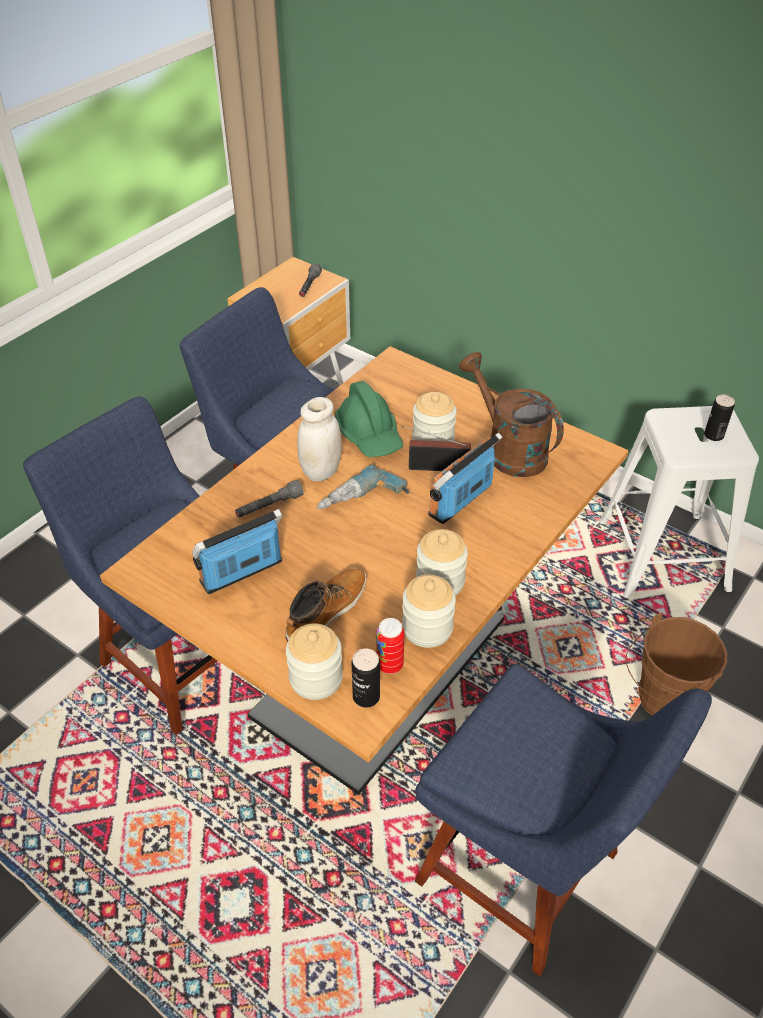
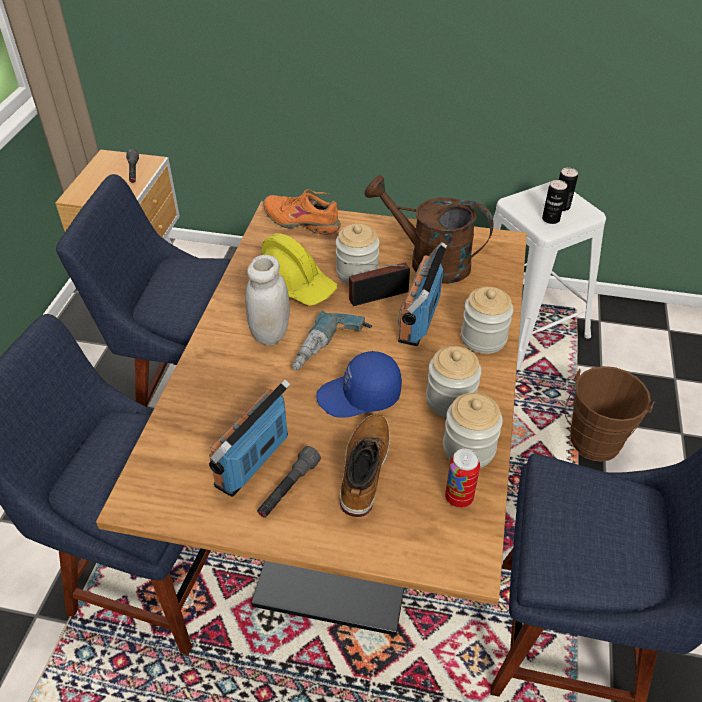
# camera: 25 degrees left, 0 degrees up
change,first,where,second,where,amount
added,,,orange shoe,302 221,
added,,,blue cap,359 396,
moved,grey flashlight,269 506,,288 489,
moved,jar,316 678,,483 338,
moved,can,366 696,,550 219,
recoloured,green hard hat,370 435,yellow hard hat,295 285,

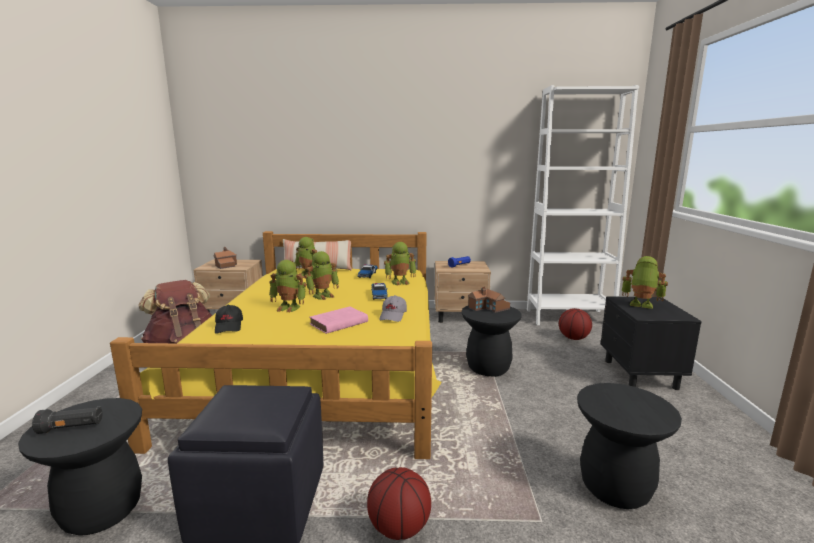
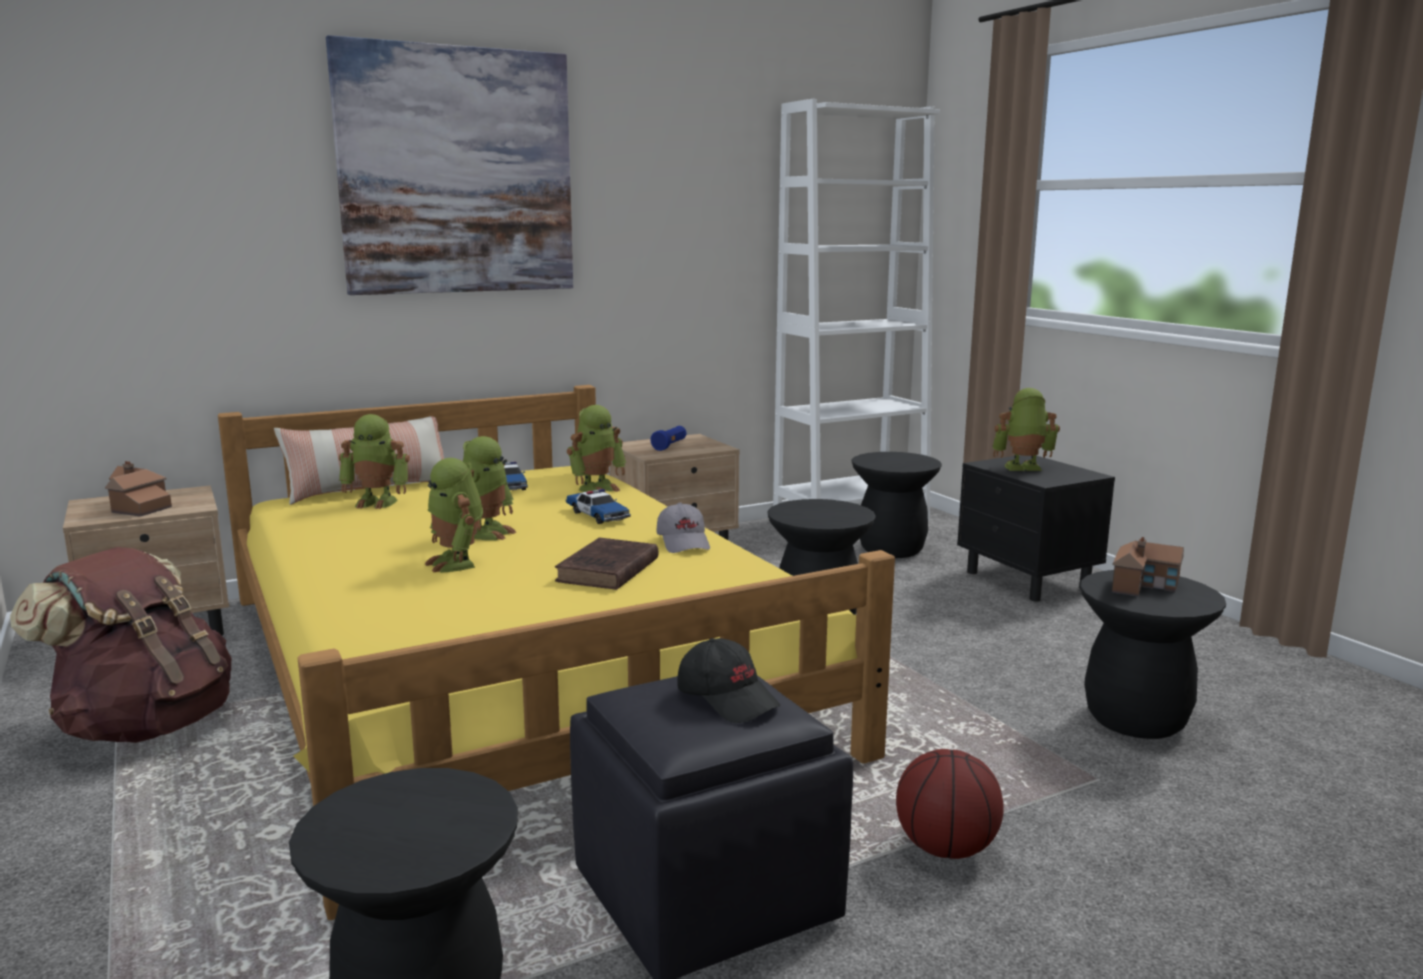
# camera: 30 degrees left, 0 degrees up
change,first,where,second,where,amount
removed,black flashlight,72 428,,,
added,,,picture,457 172,
moved,black cap,229 326,,728 699,
moved,toy house,488 308,,1144 584,
replaced,basketball,573 338,black stool,891 549,
recoloured,pink book,337 323,brown book,606 571,
turned,toy robot,289 307,,457 563,75 degrees clockwise

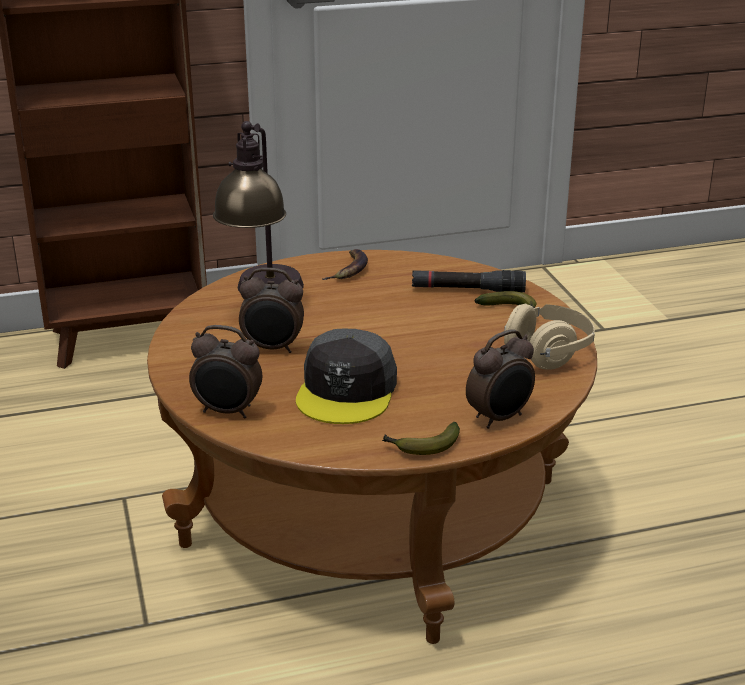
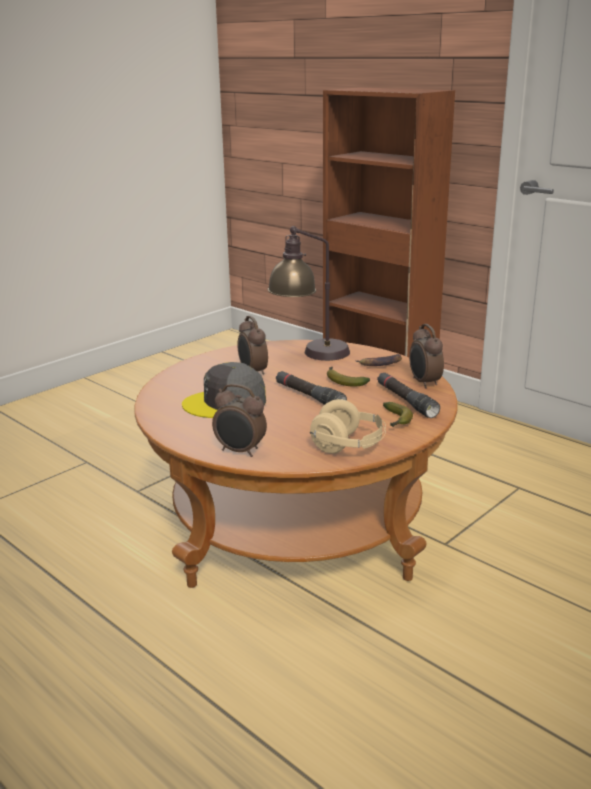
# camera: 60 degrees right, 5 degrees down
change,first,where,second,where,amount
added,,,black flashlight,309 396,
moved,alarm clock,228 412,,424 383,
moved,banana,422 446,,343 381,

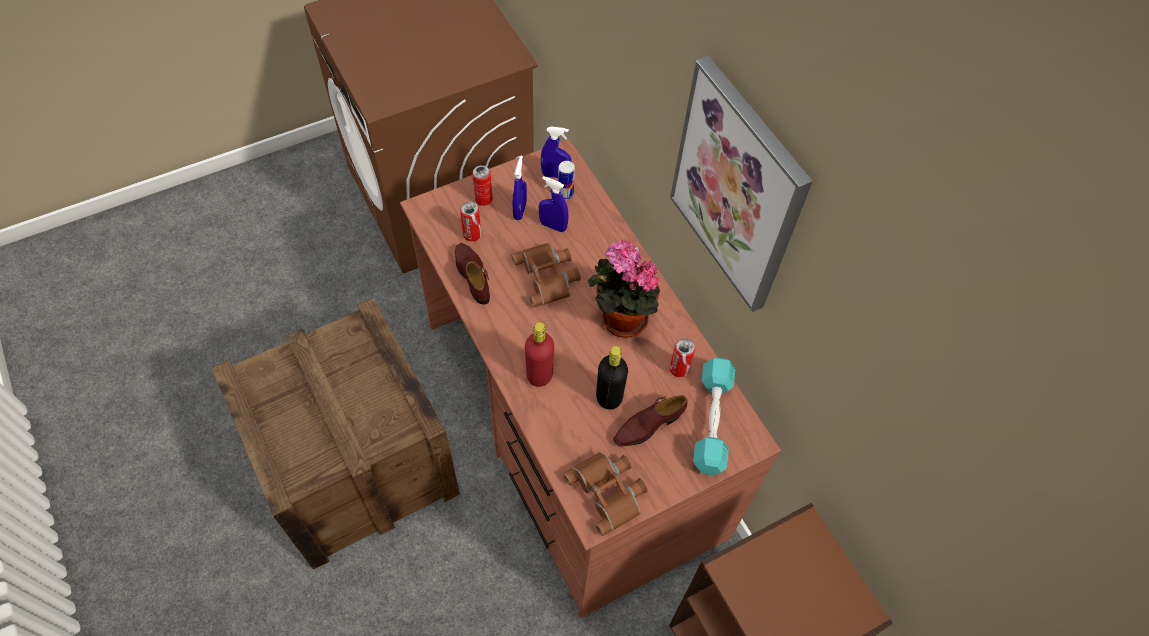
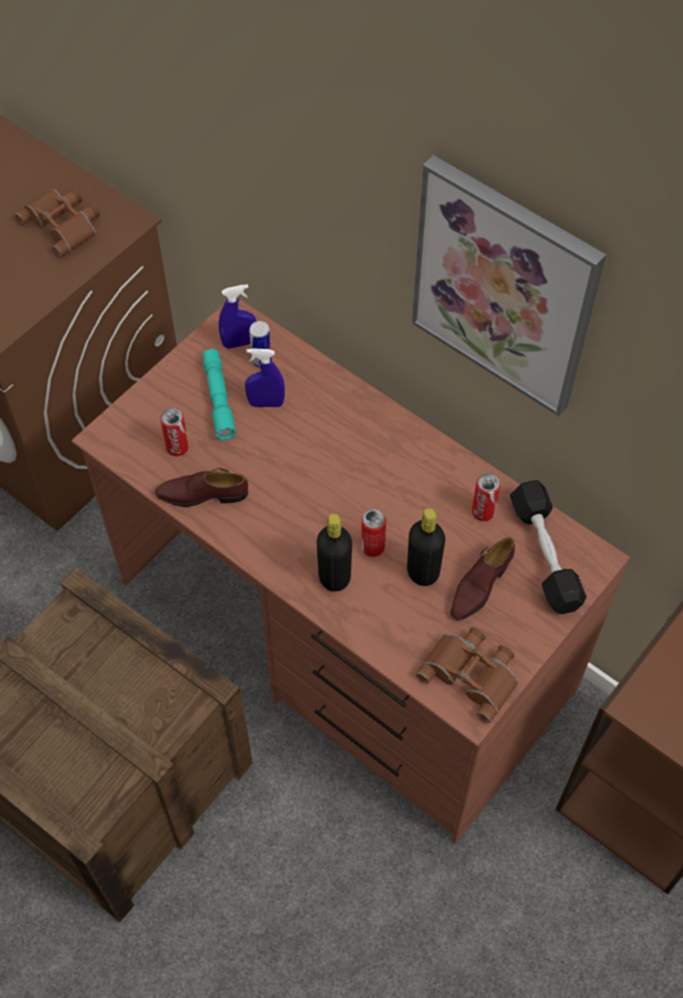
# camera: 20 degrees left, 0 degrees up
change,first,where,second,where,amount
removed,potted plant,620 319,,,
moved,can,483 199,,372 547,
moved,brown binoculars,548 276,,64 224,
replaced,blue spray bottle,520 210,turquoise flashlight,219 399,
recoloured,red bottle,539 375,black bottle,334 577,
recoloured,turquoise dumbbell,712 421,black dumbbell,545 554,
turned,brown shoe,473 276,,202 494,45 degrees counterclockwise

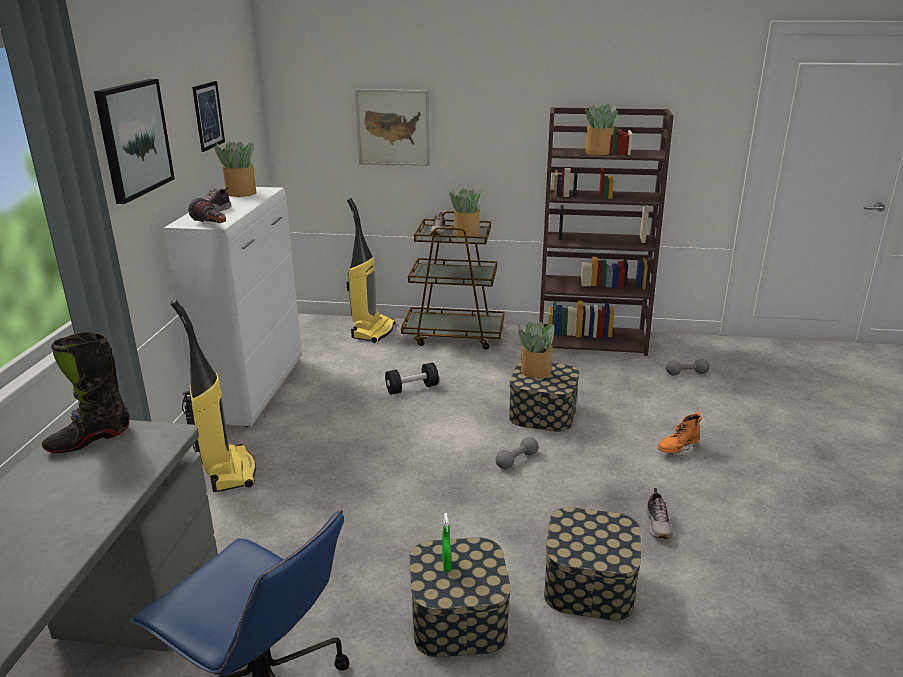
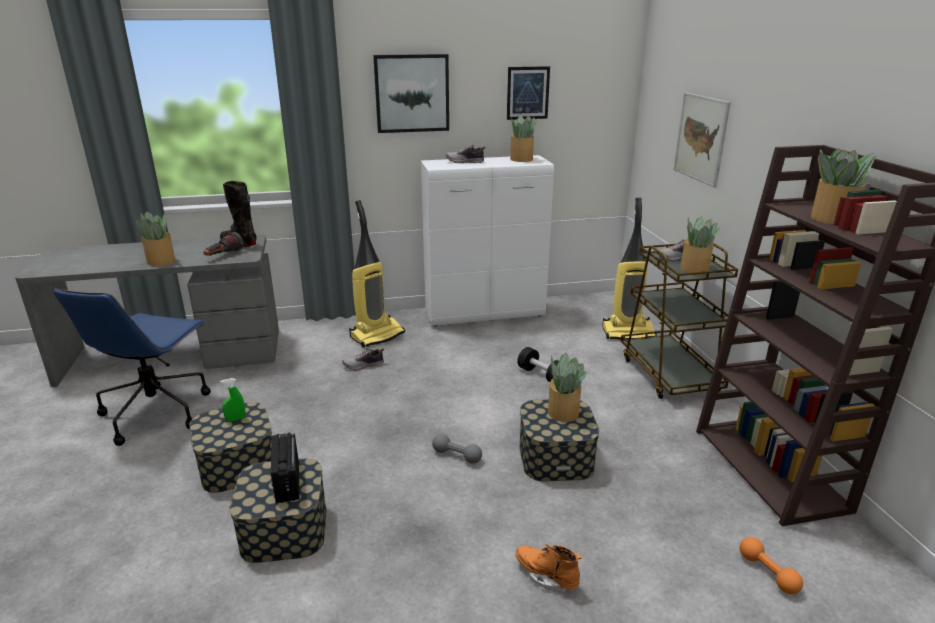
# camera: 70 degrees right, 0 degrees up
change,first,where,second,where,amount
added,,,potted plant,161 261,
added,,,radio,287 483,
moved,flashlight,212 226,,223 256,
moved,shoe,658 524,,364 365,
recoloured,grey dumbbell,686 373,orange dumbbell,767 573,

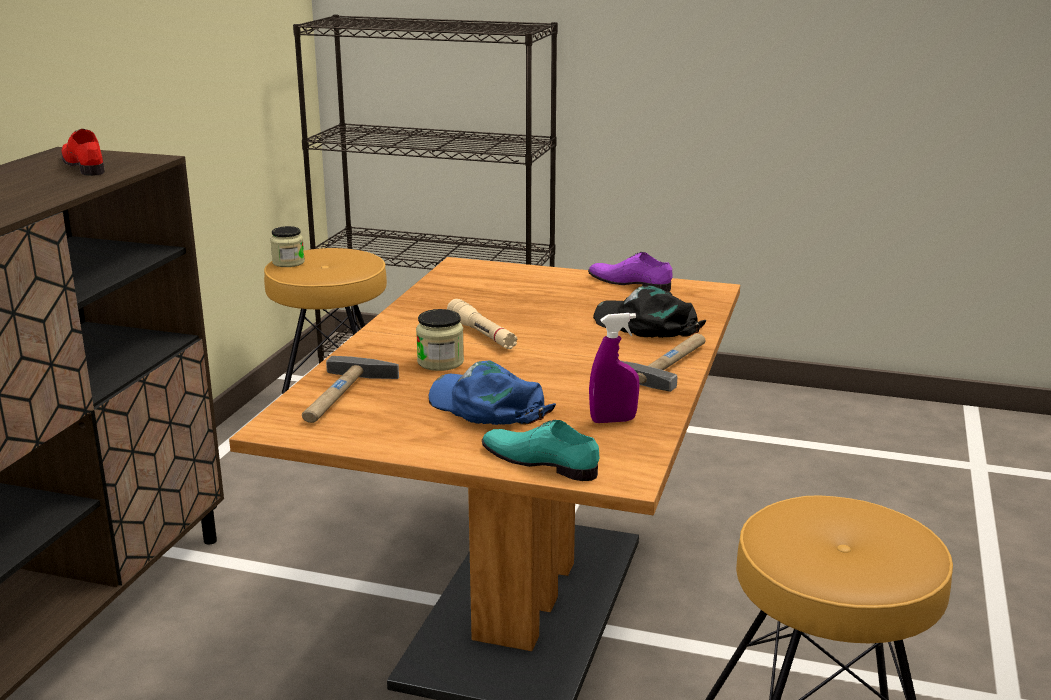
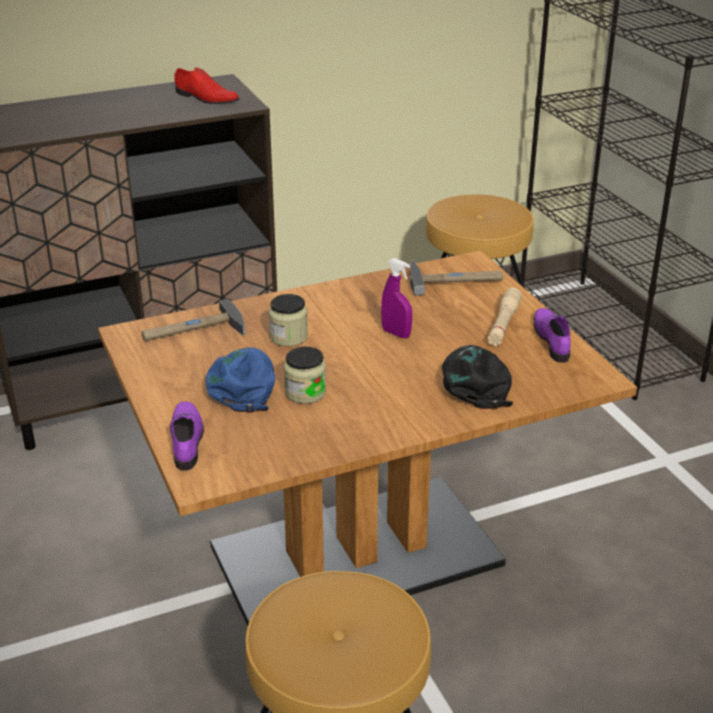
# camera: 50 degrees right, 10 degrees up
change,first,where,second,where,amount
moved,jar,288 262,,305 392,
moved,beige flashlight,482 334,,503 325,
moved,purple spray bottle,613 420,,396 333,
moved,hammer,666 363,,455 280,
recoloured,turquoise shoe,540 460,purple shoe,187 439,
turned,red shoe,85 164,,205 98,105 degrees clockwise

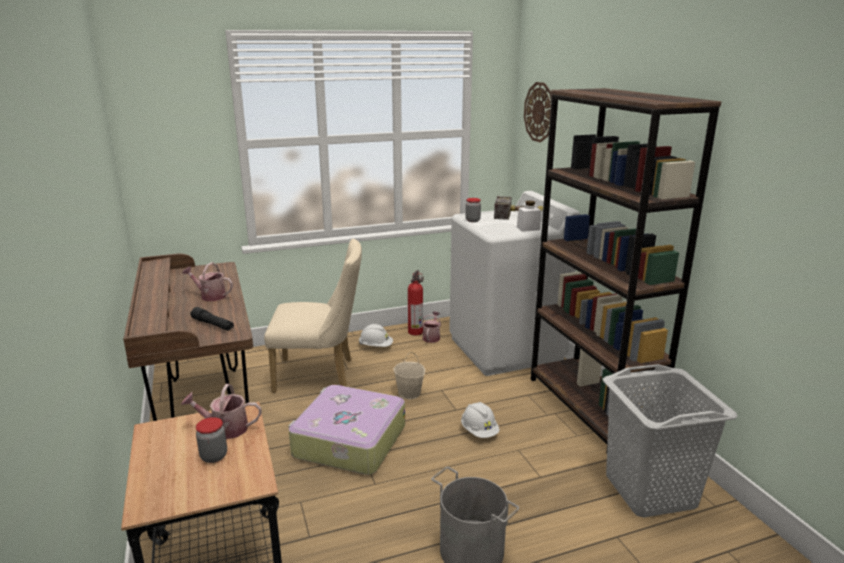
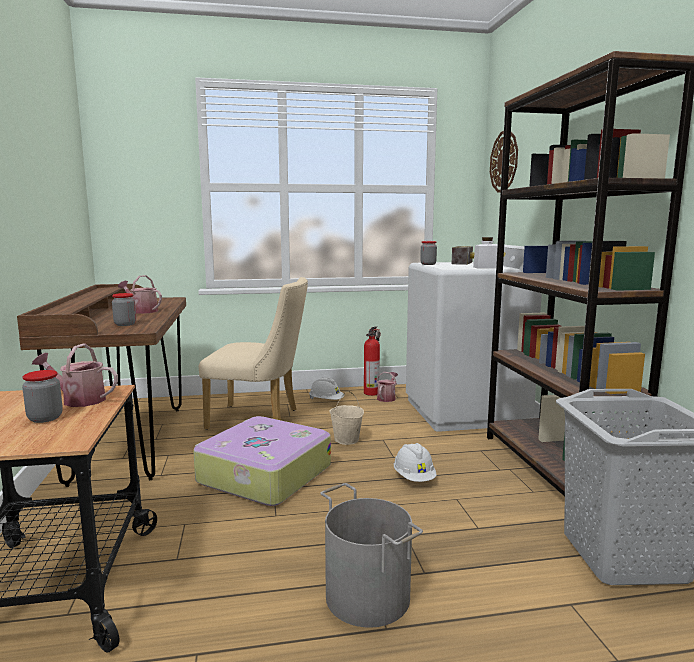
# camera: 10 degrees right, 10 degrees down
change,first,where,second,where,amount
replaced,black flashlight,213 325,jar,125 324,

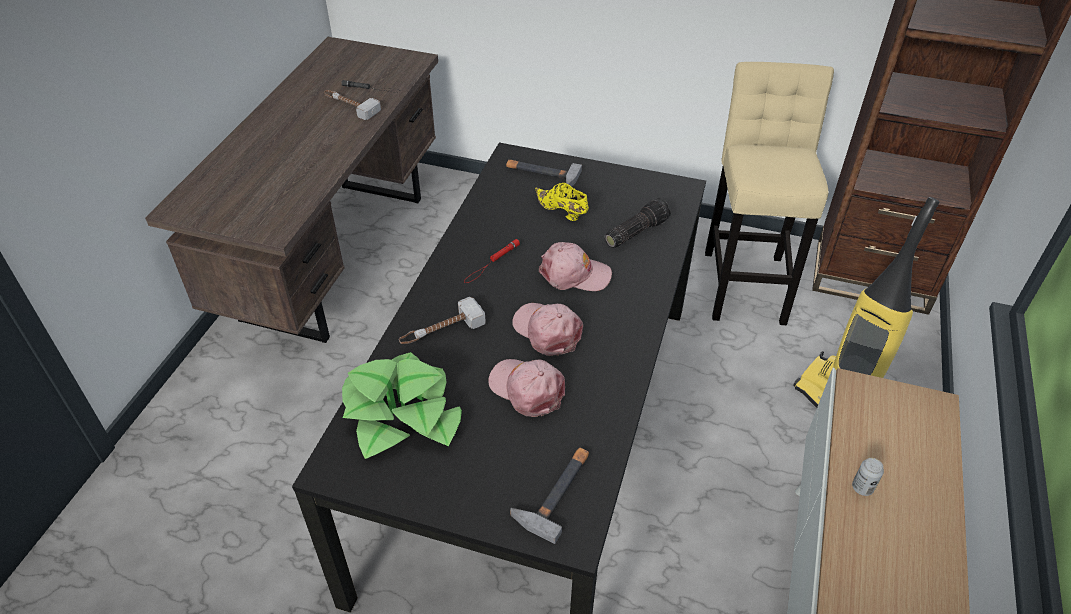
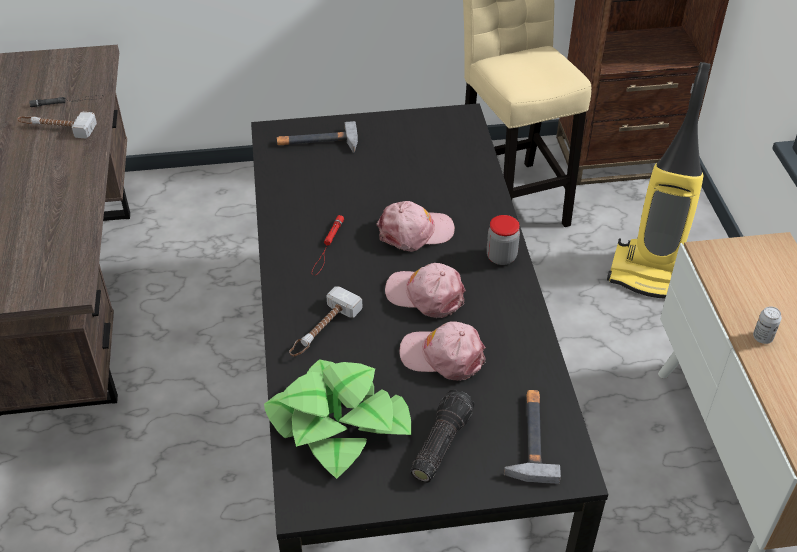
# camera: 25 degrees left, 0 degrees up
change,first,where,second,where,amount
removed,yellow shoe,562 212,,,
added,,,jar,501 257,
moved,flashlight,635 231,,439 443,

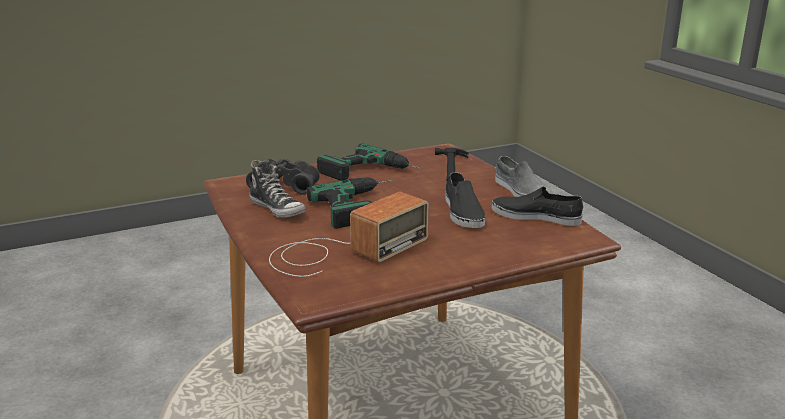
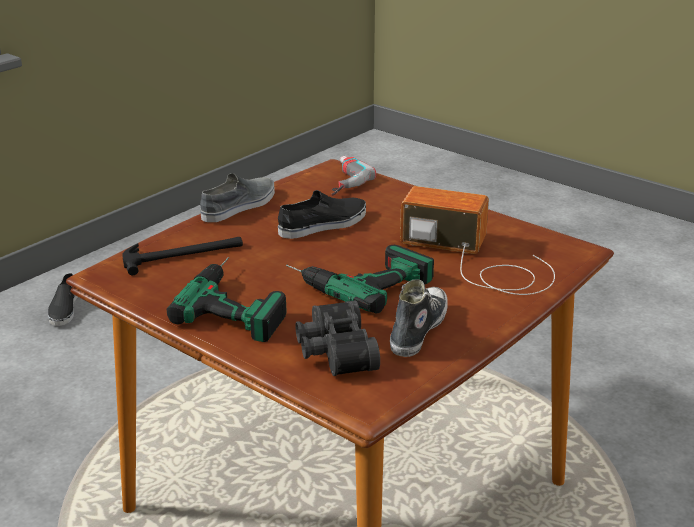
# camera: 115 degrees left, 5 degrees up
change,first,where,second,where,amount
added,,,power drill,339 181,
moved,black shoe,536 216,,64 309,

